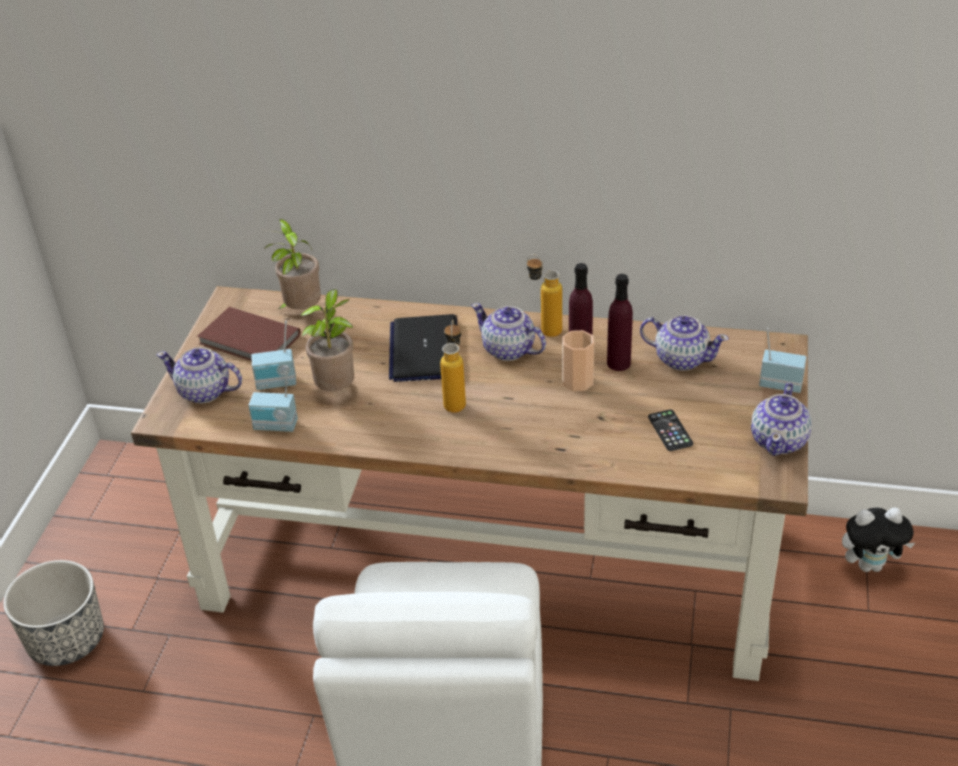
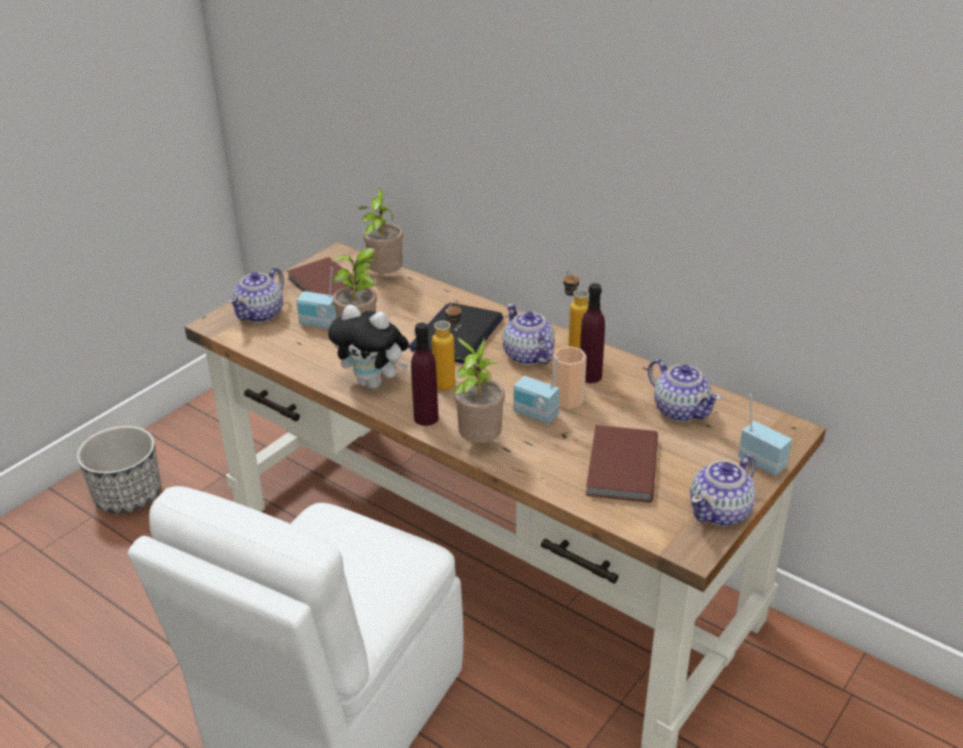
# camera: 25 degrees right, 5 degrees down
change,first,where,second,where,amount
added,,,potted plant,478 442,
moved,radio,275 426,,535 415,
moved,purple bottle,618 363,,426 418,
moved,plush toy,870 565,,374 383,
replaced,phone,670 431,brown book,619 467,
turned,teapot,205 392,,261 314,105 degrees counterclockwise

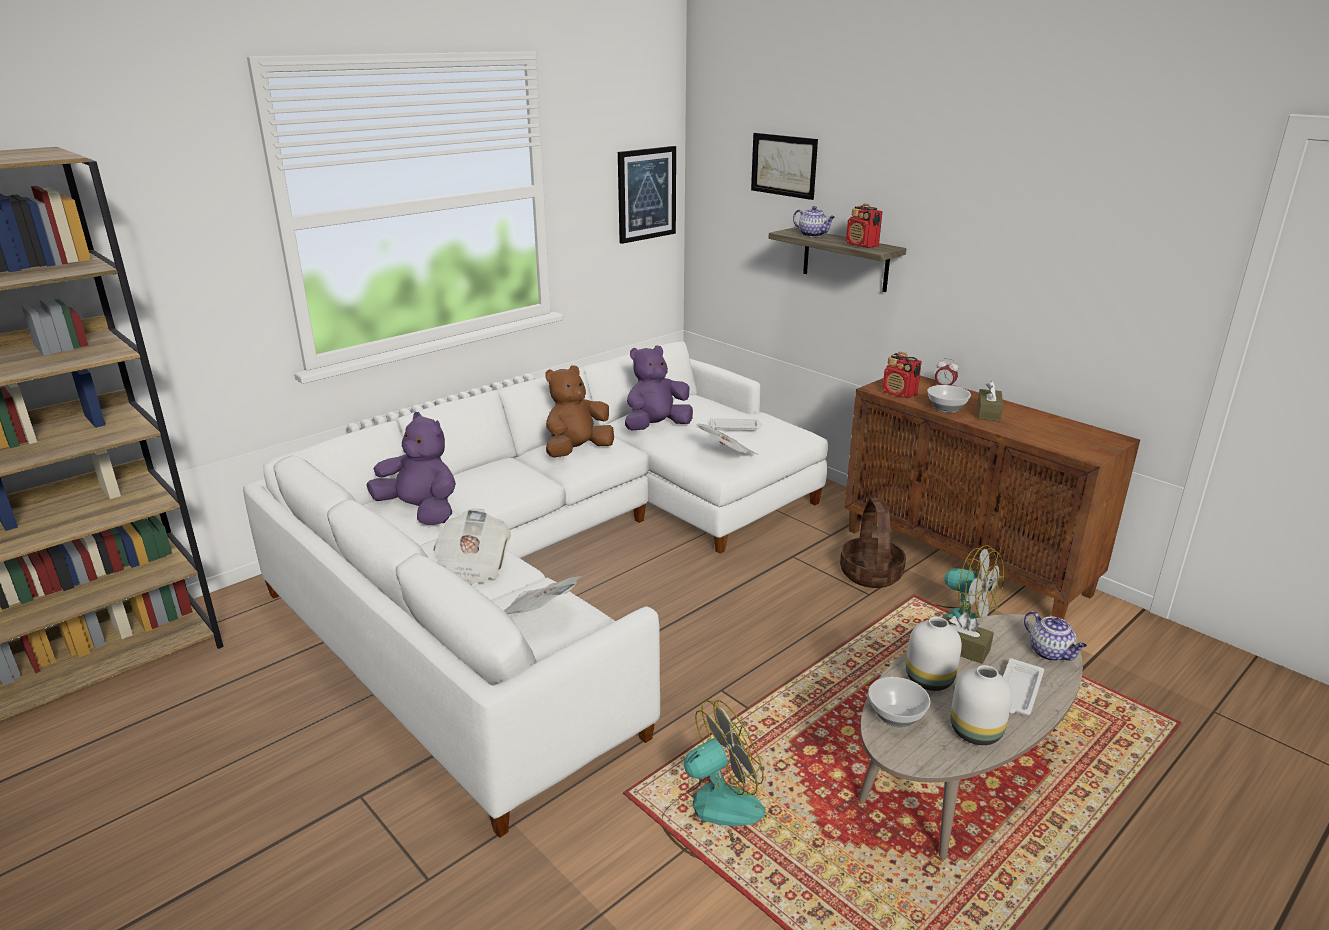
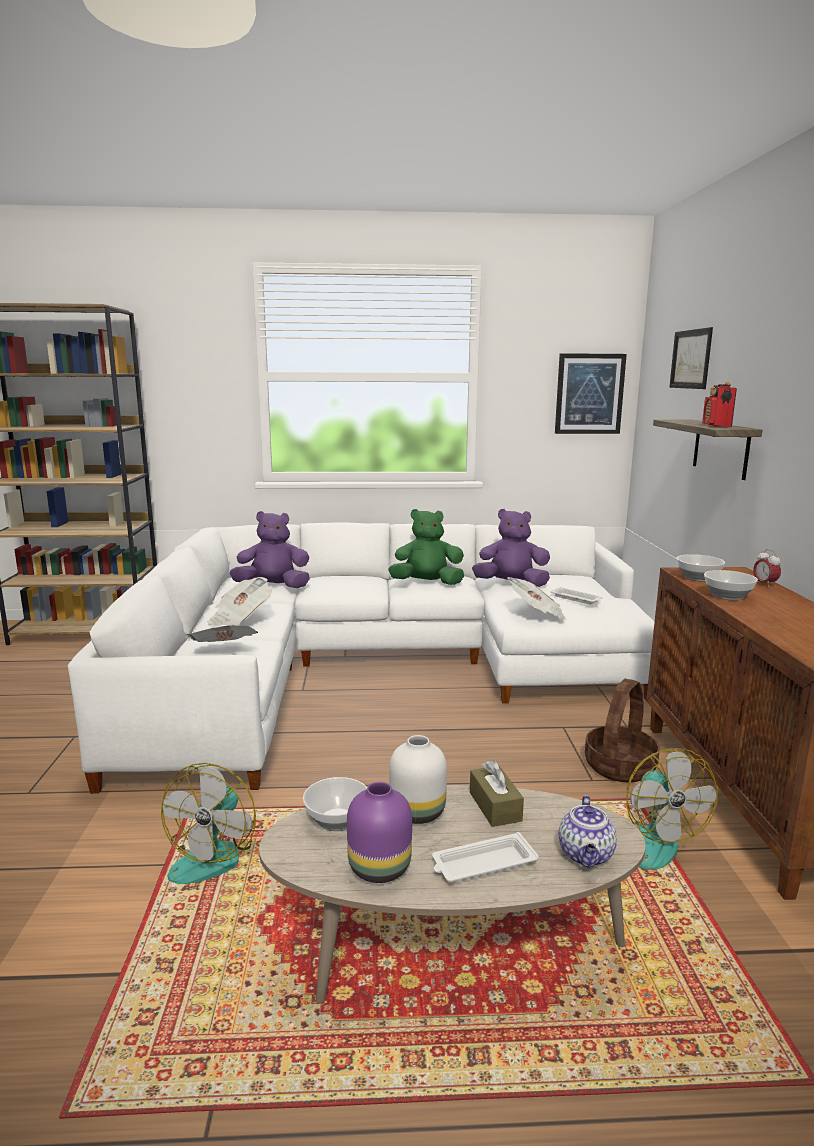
# camera: 40 degrees right, 10 degrees down
change,first,where,second,where,amount
removed,teapot,813 235,,,
removed,brown tissue box,988 413,,,
replaced,radio,899 394,bowl,699 578,
recoloured,brown plush toy,577 451,green plush toy,427 583,
recoloured,white vase,974 731,purple vase,380 867,
turned,purple plush toy,421 511,,273 587,75 degrees counterclockwise
turned,fan,711 814,,214 855,90 degrees clockwise

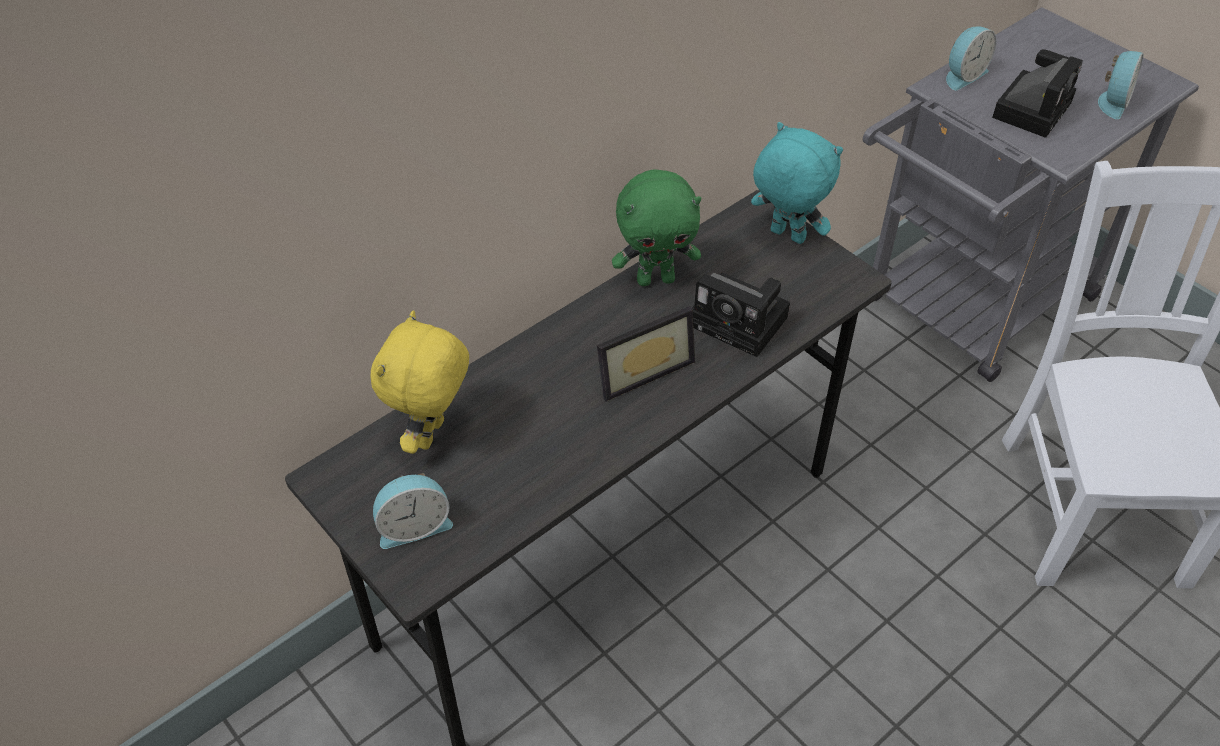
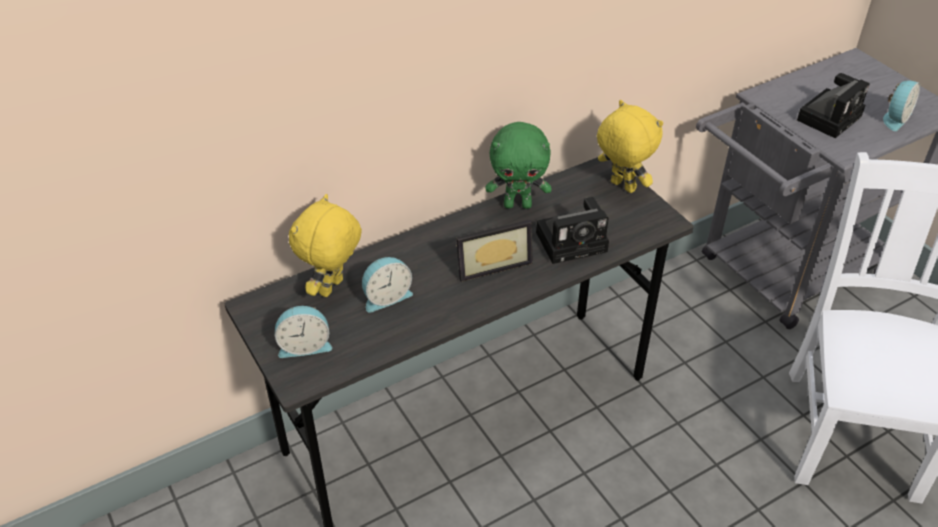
# camera: 10 degrees right, 5 degrees down
change,first,where,second,where,amount
moved,alarm clock,963 75,,386 297,
recoloured,turquoise plush toy,786 236,yellow plush toy,621 187,
turned,photo camera,742 322,,574 241,60 degrees counterclockwise

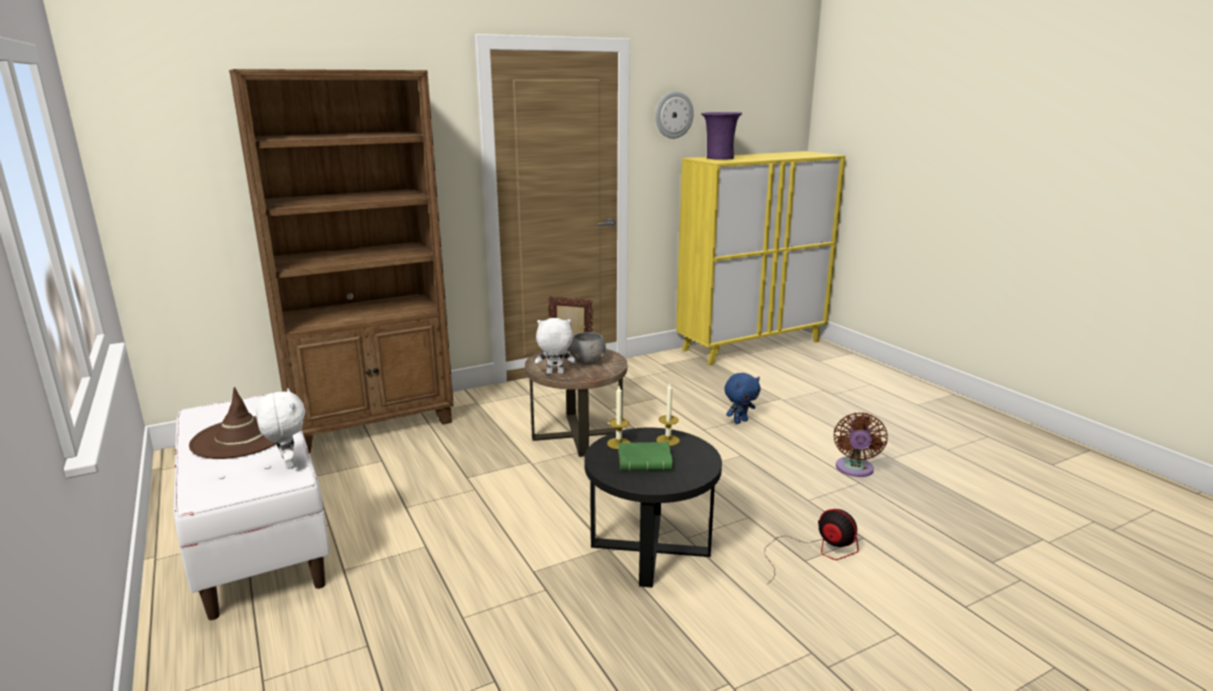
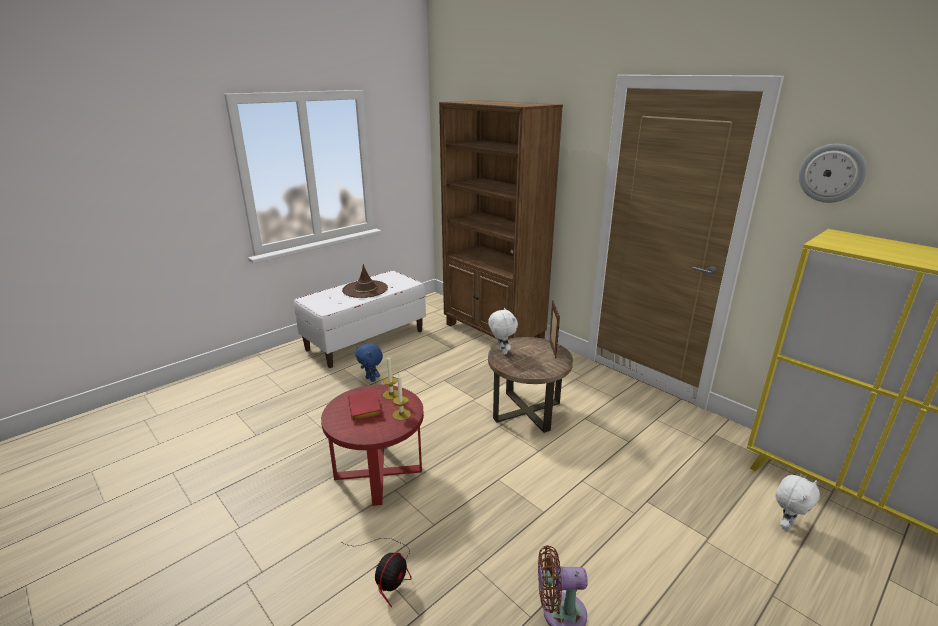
# camera: 75 degrees right, 5 degrees up
change,first,where,second,where,amount
removed,grey bowl,587 362,,,
removed,purple vase,718 158,,,
moved,white plush toy,288 464,,786 524,
moved,blue plush toy,740 421,,371 379,
recoloured,black side table,650 548,red side table,378 473,
recoloured,green book,646 461,red book,366 409,

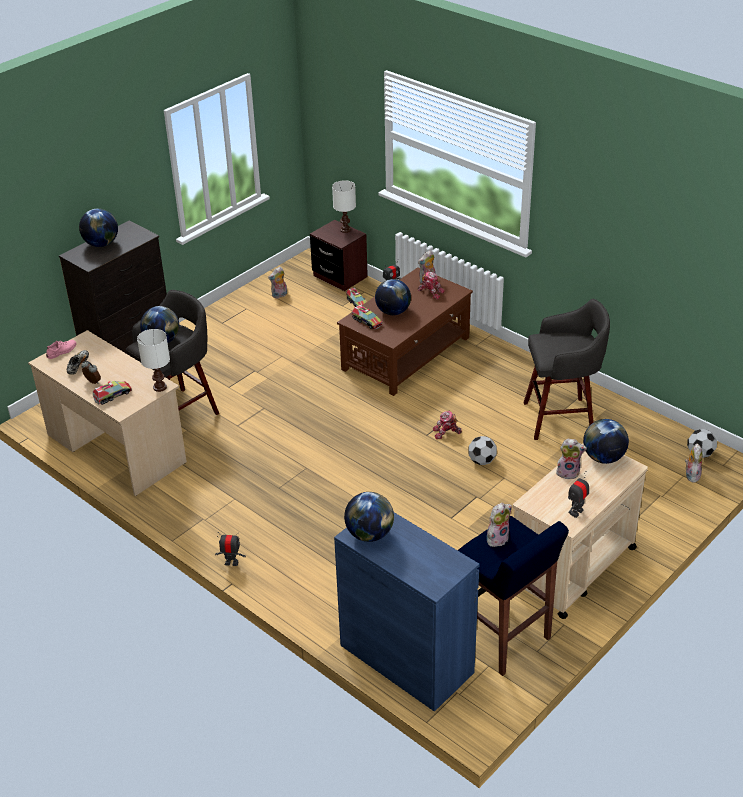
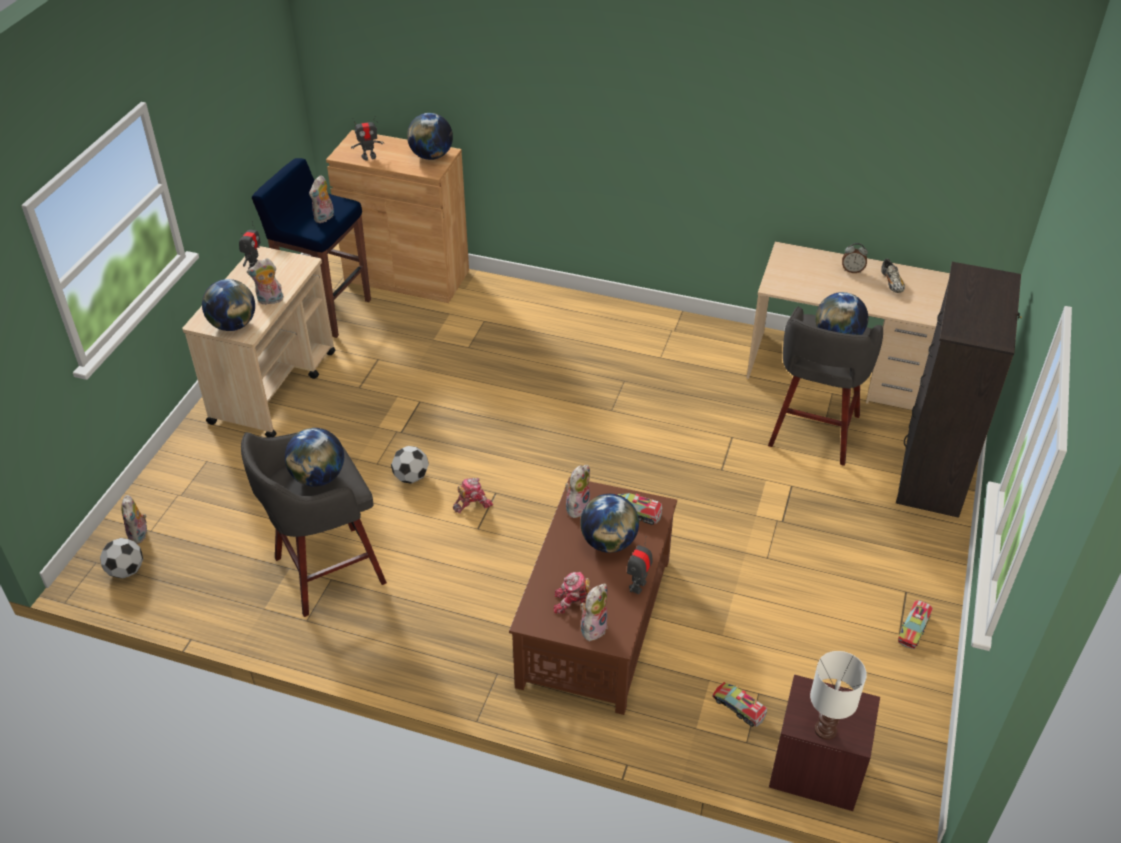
# camera: 155 degrees right, 5 degrees up
change,first,where,second,where,amount
removed,pink shoe,62 351,,,
removed,white table lamp,160 387,,,
moved,globe,101 244,,318 477,
moved,toy truck,113 395,,913 629,
moved,toy robot,231 562,,369 156,
moved,plush toy,279 295,,577 506,
recoloured,blue cabinet,406 659,brown cabinet,407 276,

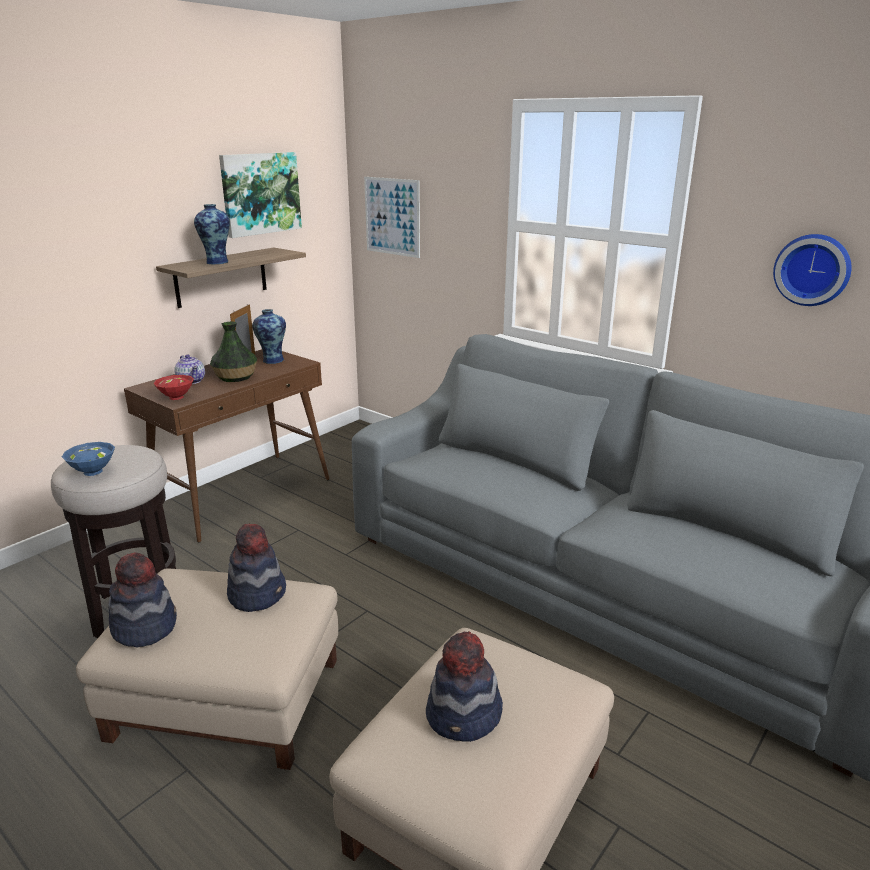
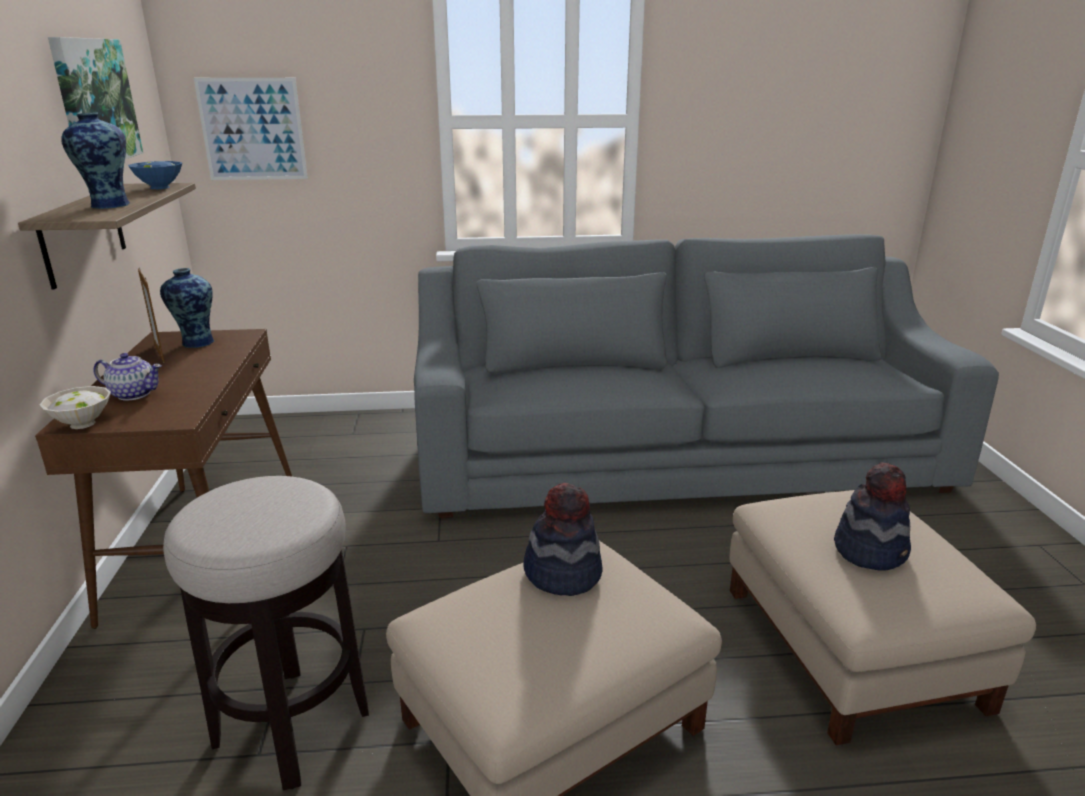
# camera: 45 degrees left, 0 degrees up
change,first,where,second,where,amount
removed,hat,145 627,,,
removed,red bowl,177 397,,,
removed,vase,235 377,,,
removed,wall clock,813 269,,,
added,,,white bowl,81 424,
moved,blue bowl,92 471,,158 187,

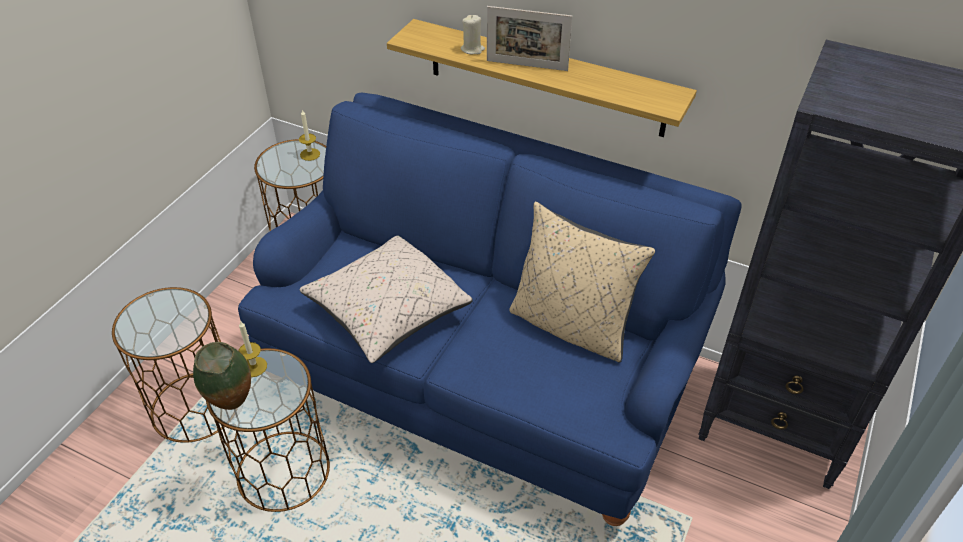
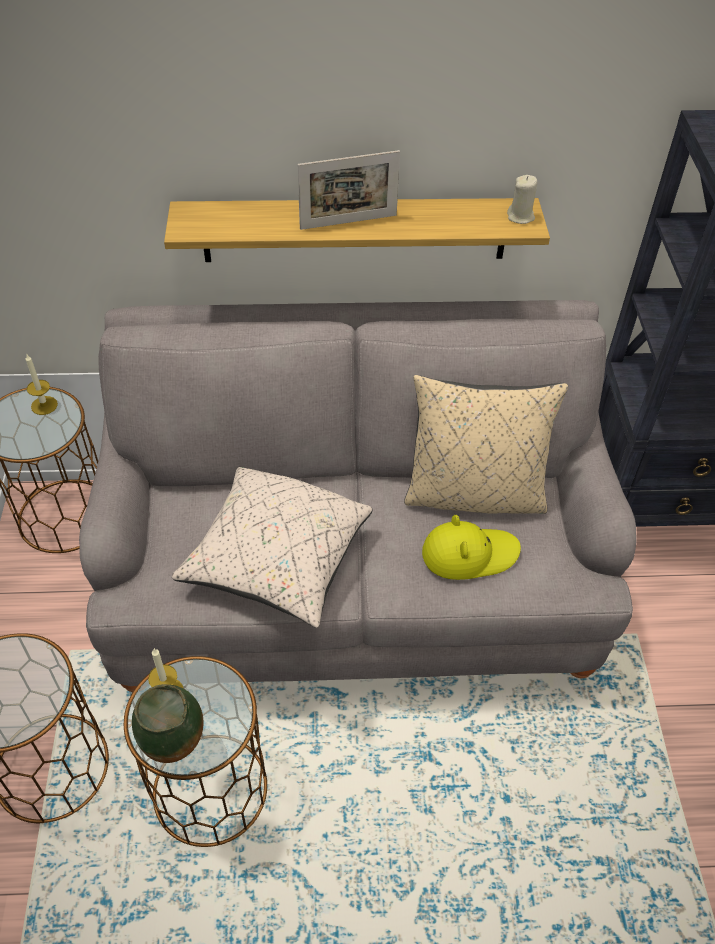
# camera: 30 degrees left, 5 degrees up
change,first,where,second,where,amount
added,,,yellow hat,469 554,
moved,beige candle,472 49,,520 217,
recoloured,blue sofa,482 375,grey sofa,354 581,

